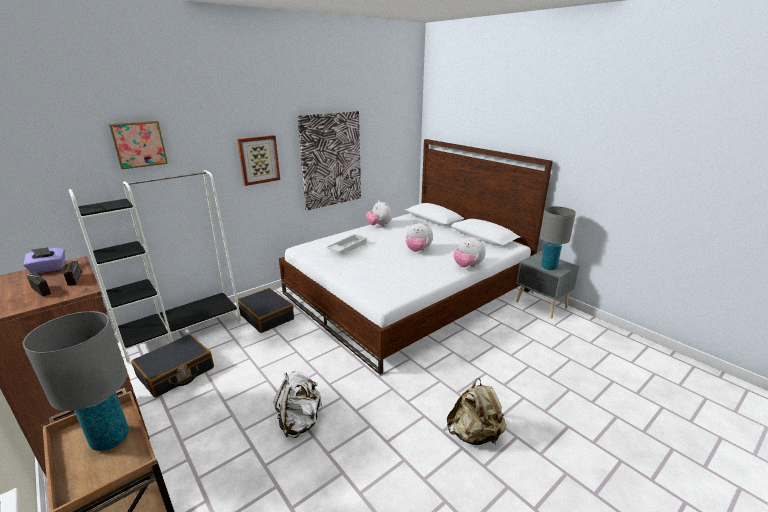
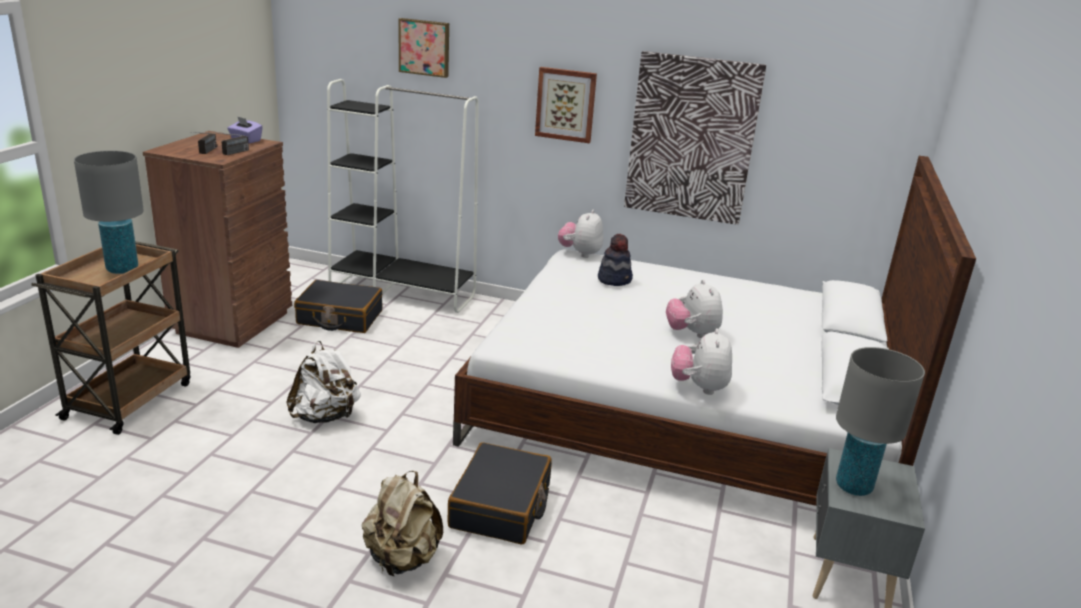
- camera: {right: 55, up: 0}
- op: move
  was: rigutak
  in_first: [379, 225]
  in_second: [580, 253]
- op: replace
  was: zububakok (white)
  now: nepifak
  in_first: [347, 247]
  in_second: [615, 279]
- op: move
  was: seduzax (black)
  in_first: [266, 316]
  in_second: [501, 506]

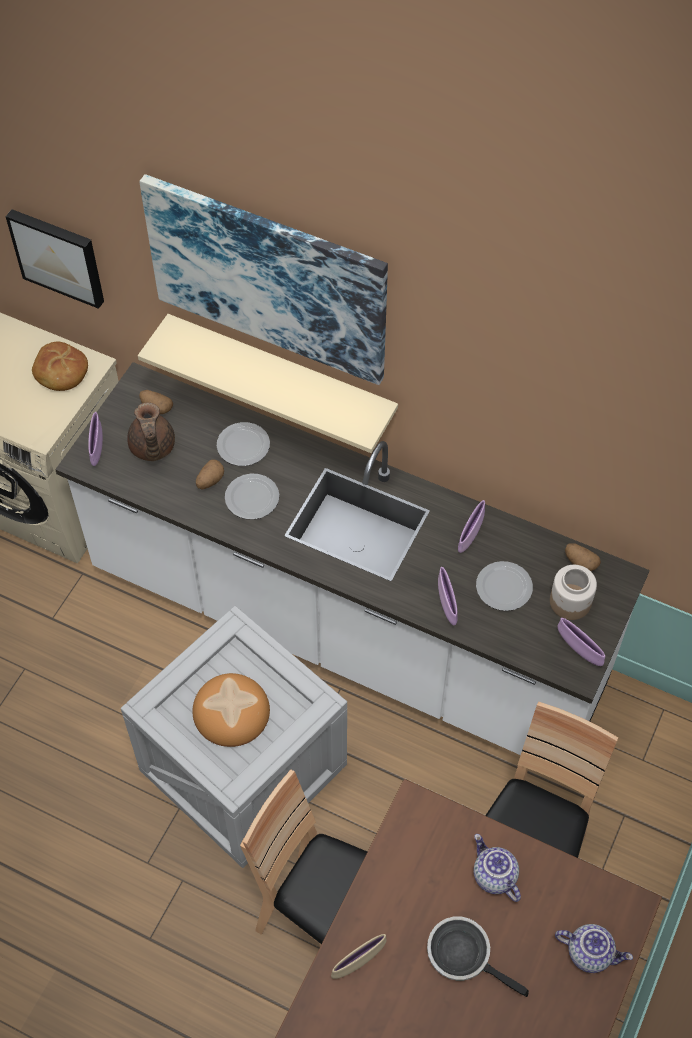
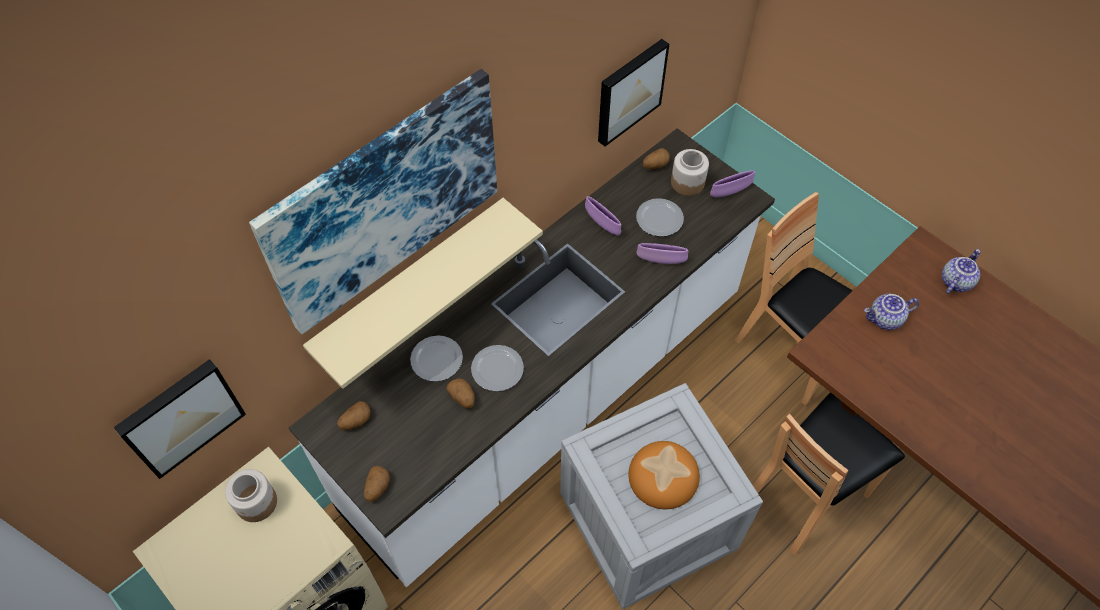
- camera: {right: -70, up: 0}
- op: replace
  was: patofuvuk
  now: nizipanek
  in_first: [61, 372]
  in_second: [256, 503]
- op: delete
  was: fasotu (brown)
  in_first: [152, 448]
- op: replace
  was: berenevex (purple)
  now: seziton
  in_first: [97, 448]
  in_second: [377, 488]
- op: delete
  was: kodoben
  in_first: [463, 954]
- op: delete
  was: berenevex (beige)
  in_first: [358, 961]
- op: insert
  now: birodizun
  in_second: [629, 91]

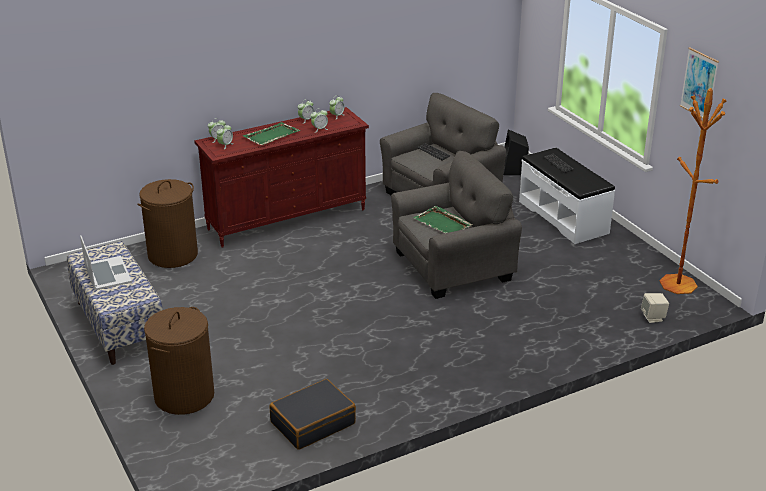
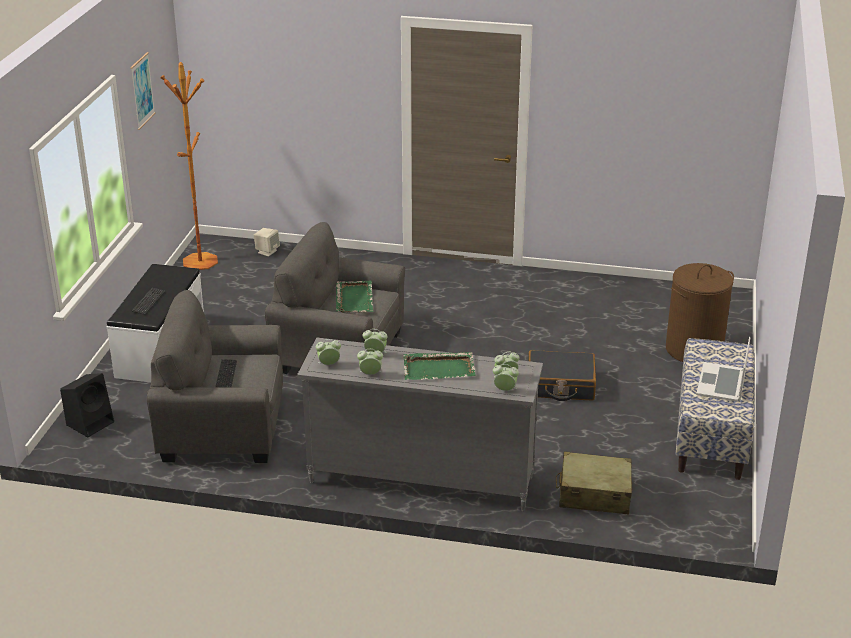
- camera: {right: -140, up: 0}
- op: recolor
  was: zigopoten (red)
  now: zigopoten (grey)
  in_first: [287, 219]
  in_second: [420, 481]
- op: replace
  was: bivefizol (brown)
  now: seduzax (beige)
  in_first: [173, 255]
  in_second: [594, 494]
- op: move
  was: seduzax (black)
  in_first: [312, 423]
  in_second: [560, 385]

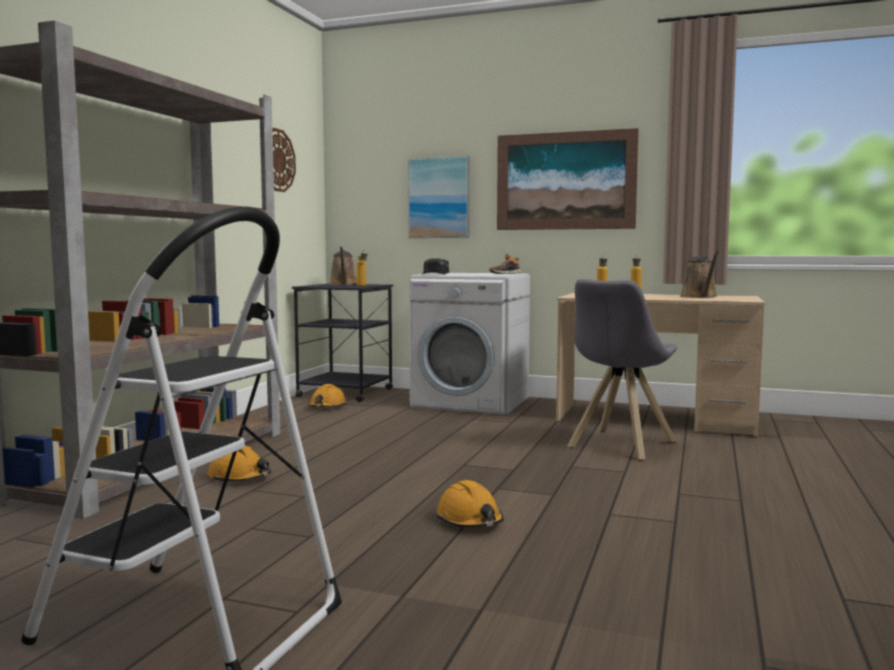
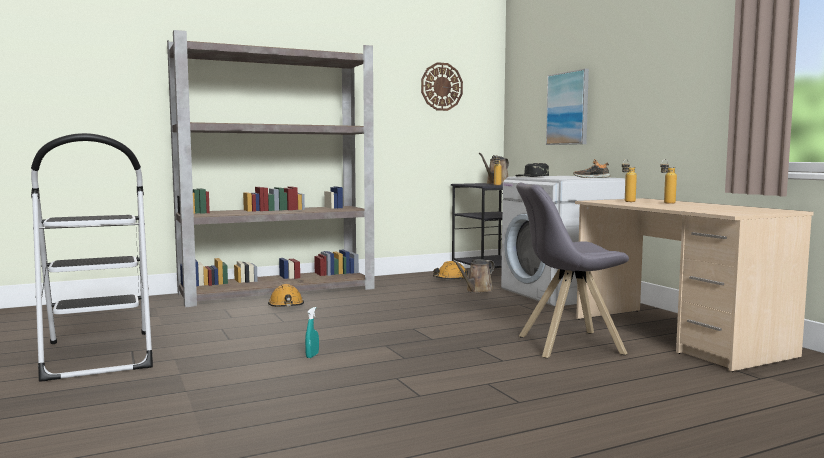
- camera: {right: 45, up: 0}
- op: delete
  was: birodizun
  in_first: [565, 181]
- op: move
  was: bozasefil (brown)
  in_first: [700, 297]
  in_second: [477, 291]
- op: replace
  was: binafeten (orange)
  now: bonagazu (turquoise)
  in_first: [470, 521]
  in_second: [312, 356]

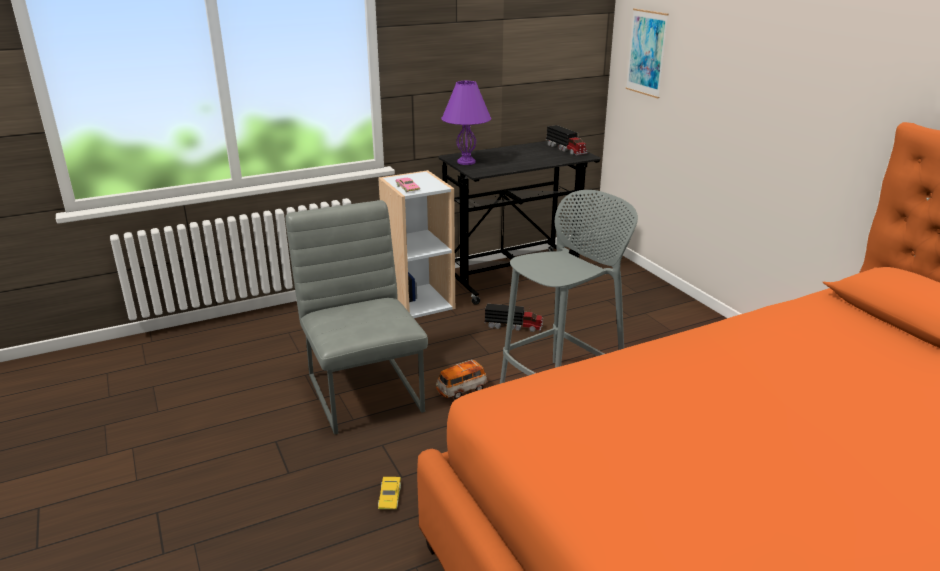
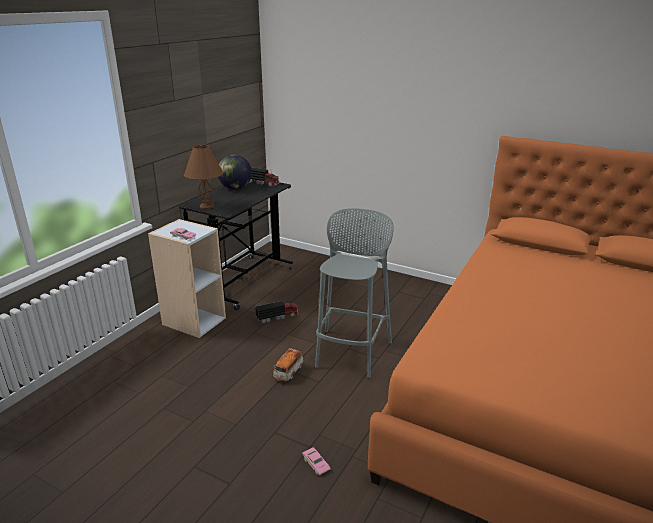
- camera: {right: -35, up: 0}
- op: delete
  was: birodizun
  in_first: [646, 53]
- op: recolor
  was: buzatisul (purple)
  now: buzatisul (brown)
  in_first: [466, 162]
  in_second: [207, 206]
- op: delete
  was: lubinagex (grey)
  in_first: [364, 390]
- op: recolor
  was: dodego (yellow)
  now: dodego (pink)
  in_first: [389, 497]
  in_second: [316, 463]
- op: insert
  now: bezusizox
  in_second: [235, 188]

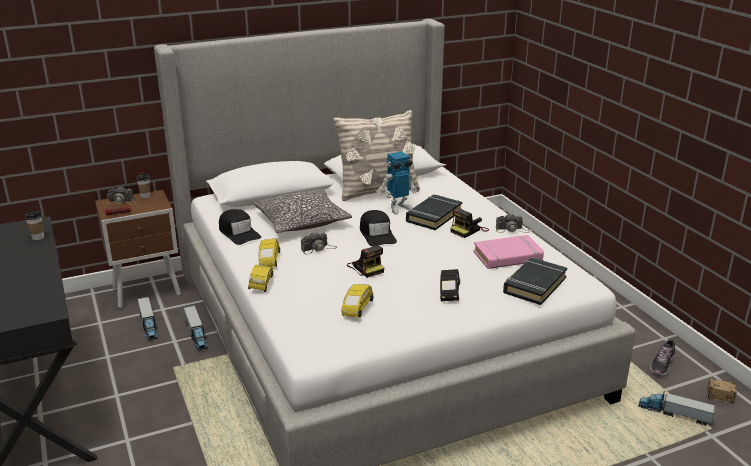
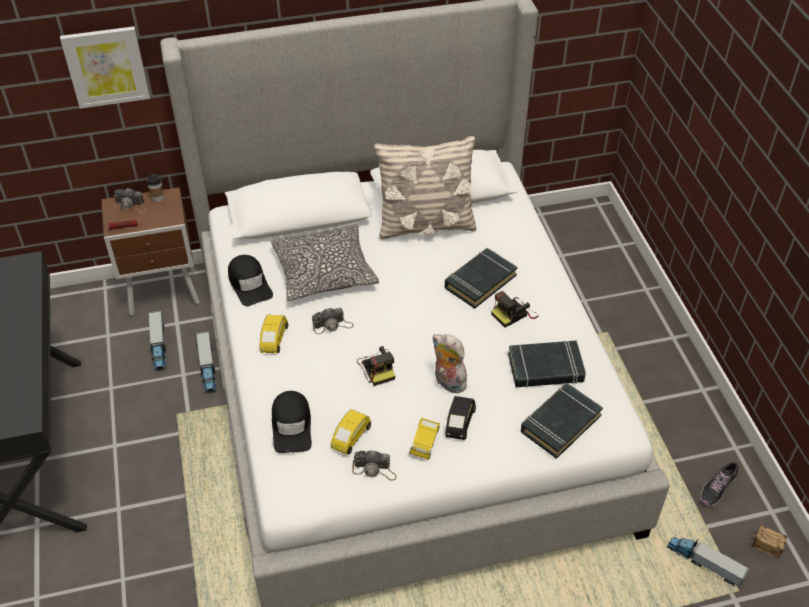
- camera: {right: 10, up: 20}
- op: delete
  was: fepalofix
  in_first: [399, 208]
- op: delete
  was: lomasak
  in_first: [38, 237]
- op: move
  was: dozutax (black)
  in_first: [377, 234]
  in_second: [292, 426]
- op: move
  was: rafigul
  in_first: [512, 230]
  in_second: [374, 470]
- op: recolor
  was: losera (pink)
  now: losera (black)
  in_first: [508, 257]
  in_second: [545, 368]
- op: move
  was: dodego (yellow)
  in_first: [262, 284]
  in_second: [425, 443]
- op: insert
  now: birodizun
  in_second: [106, 66]
- op: insert
  now: rigutak
  in_second: [447, 382]

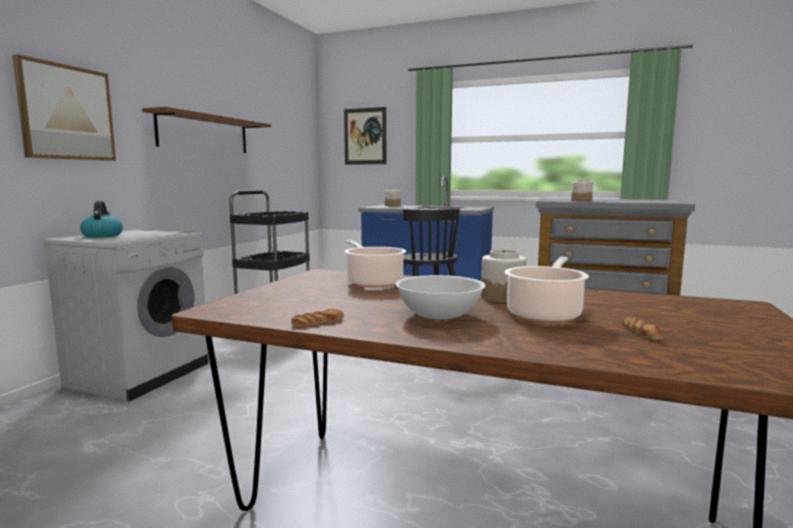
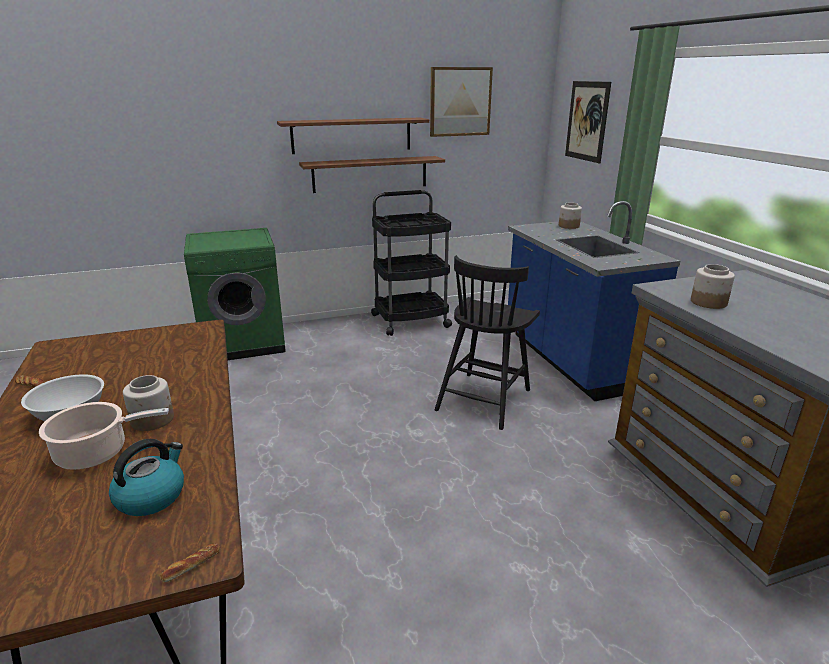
- camera: {right: 50, up: 15}
- op: move
  was: birodizun
  in_first: [66, 113]
  in_second: [460, 102]
- op: move
  was: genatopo
  in_first: [102, 235]
  in_second: [151, 496]
- op: recolor
  was: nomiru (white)
  now: nomiru (green)
  in_first: [142, 375]
  in_second: [243, 344]
- op: delete
  was: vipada
  in_first: [373, 282]
- op: move
  was: patofuvuk
  in_first: [641, 332]
  in_second: [192, 565]
- op: insert
  now: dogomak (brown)
  in_second: [370, 174]

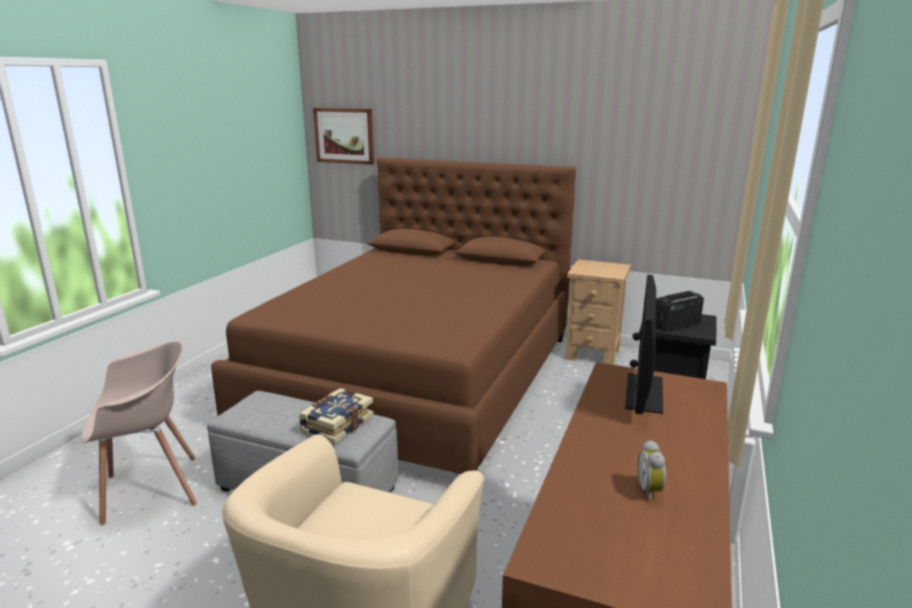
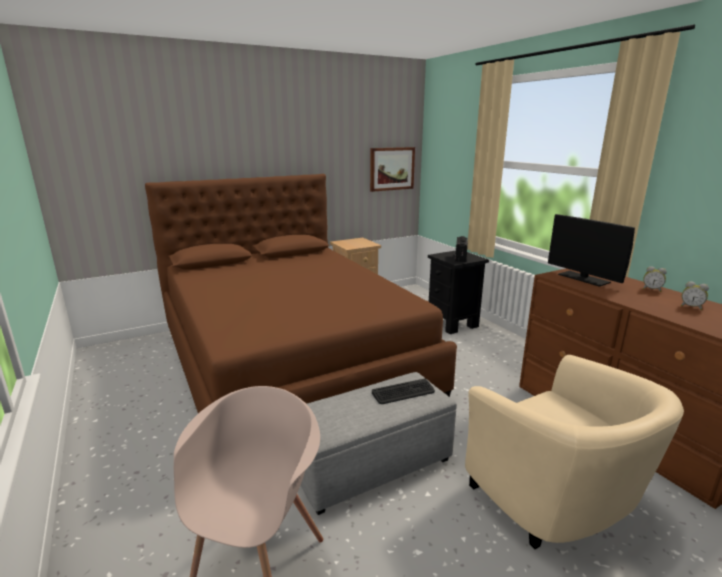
- camera: {right: -50, up: 0}
- op: move
  was: birodizun
  in_first: [344, 135]
  in_second: [392, 169]
- op: replace
  was: losera
  now: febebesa
  in_first: [336, 425]
  in_second: [403, 392]
- op: insert
  now: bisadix
  in_second: [652, 289]

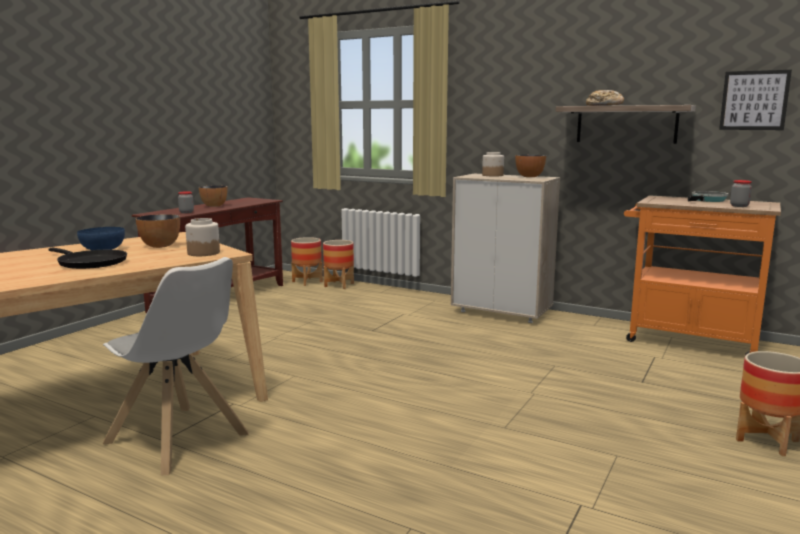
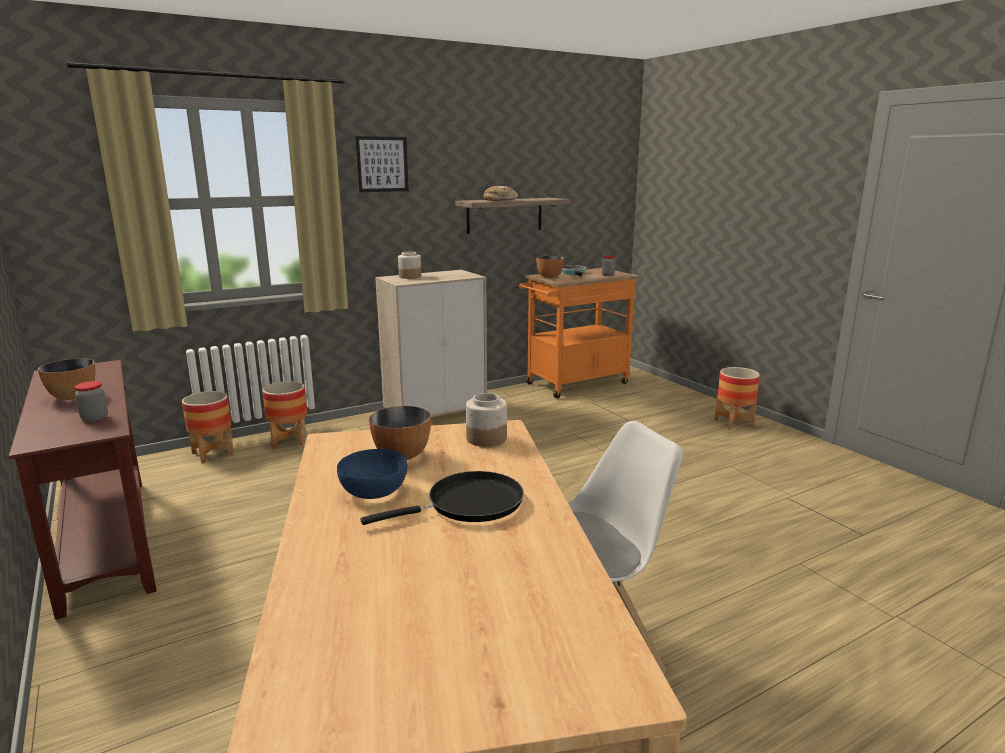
- camera: {right: -60, up: 5}
- op: move
  was: birodizun
  in_first: [754, 100]
  in_second: [382, 164]
- op: move
  was: berenevex
  in_first: [529, 176]
  in_second: [550, 277]
- op: move
  was: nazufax
  in_first: [307, 282]
  in_second: [289, 441]

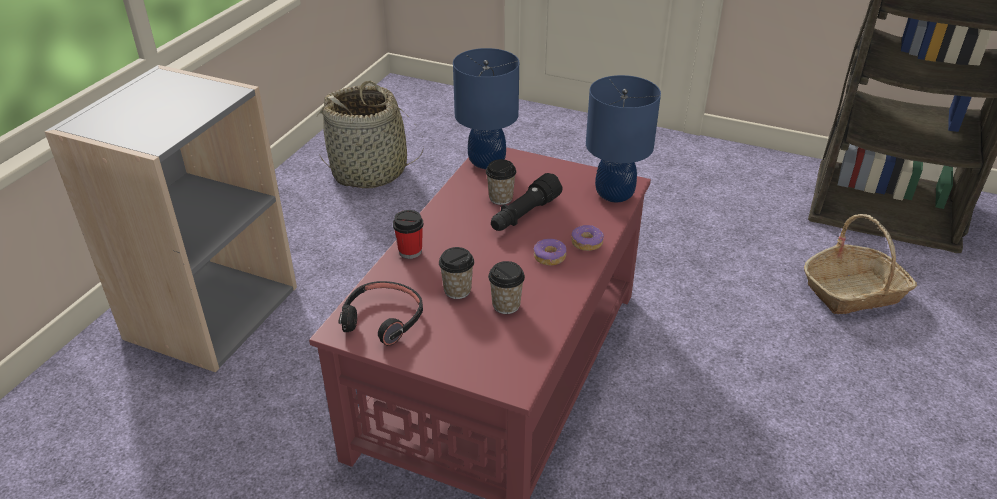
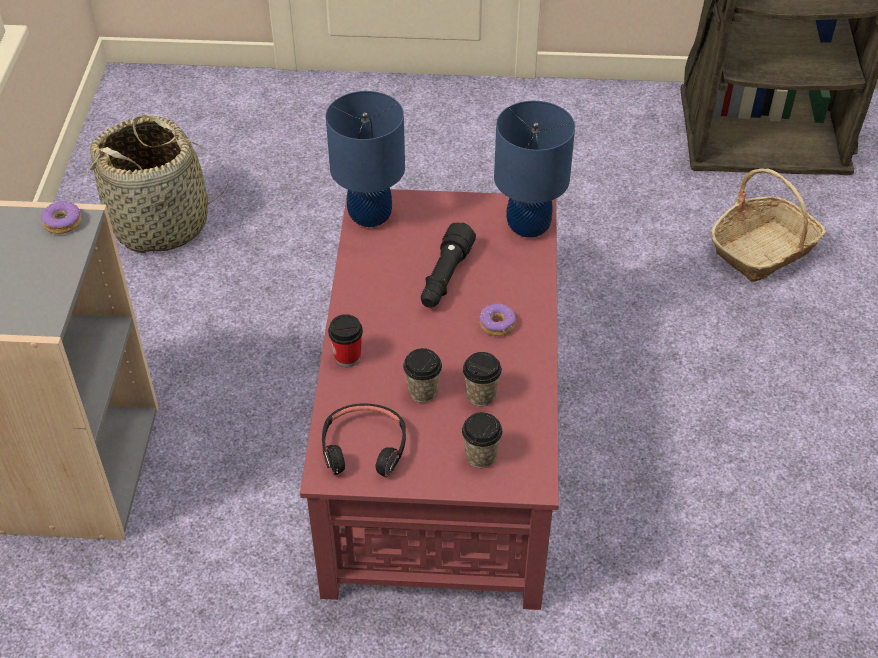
- camera: {right: -20, up: 10}
- op: move
  was: lomasak
  in_first: [501, 198]
  in_second: [481, 456]
- op: move
  was: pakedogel
  in_first: [586, 242]
  in_second: [62, 222]

